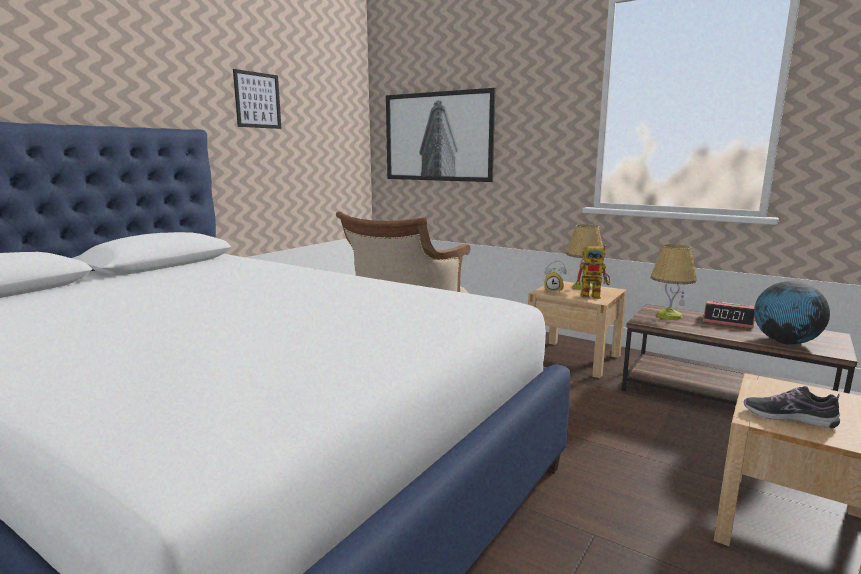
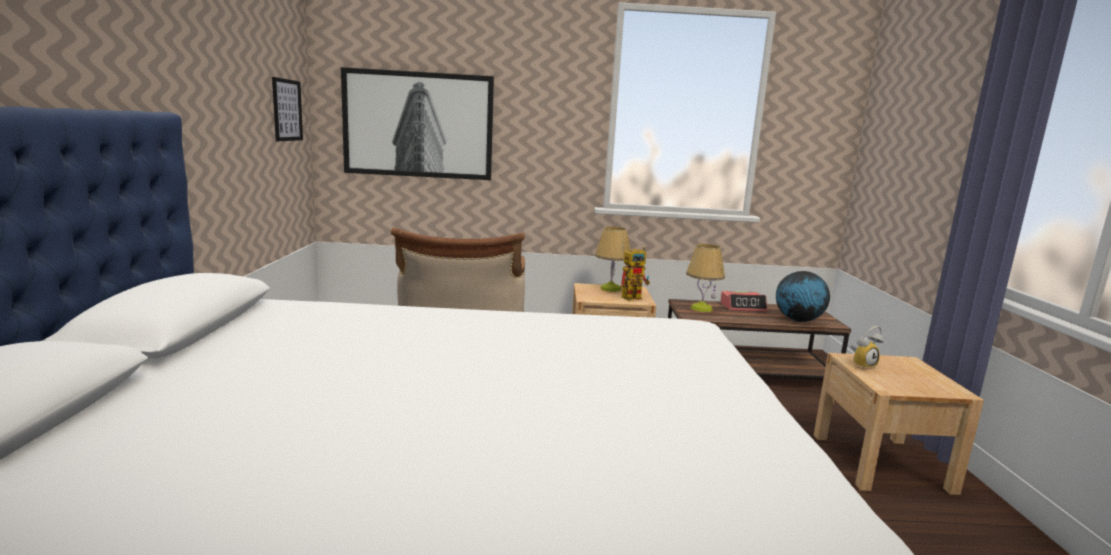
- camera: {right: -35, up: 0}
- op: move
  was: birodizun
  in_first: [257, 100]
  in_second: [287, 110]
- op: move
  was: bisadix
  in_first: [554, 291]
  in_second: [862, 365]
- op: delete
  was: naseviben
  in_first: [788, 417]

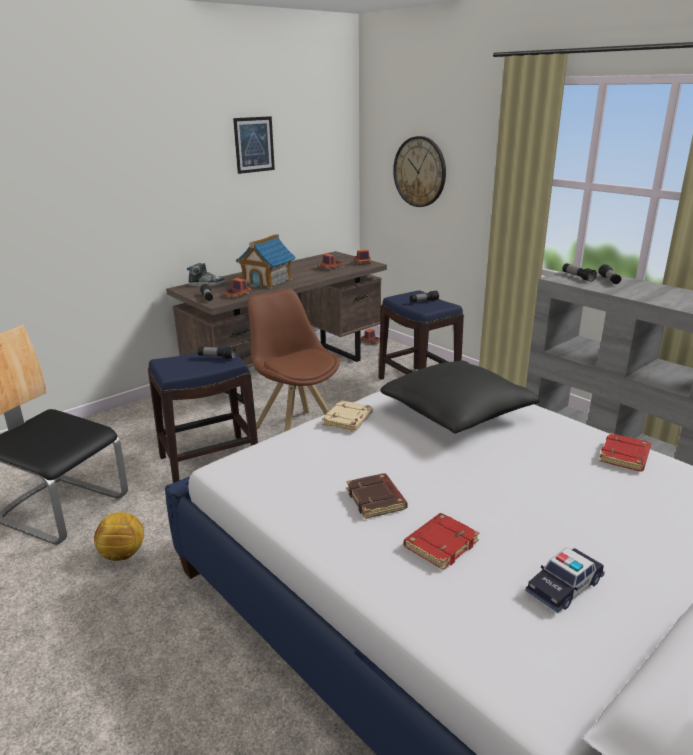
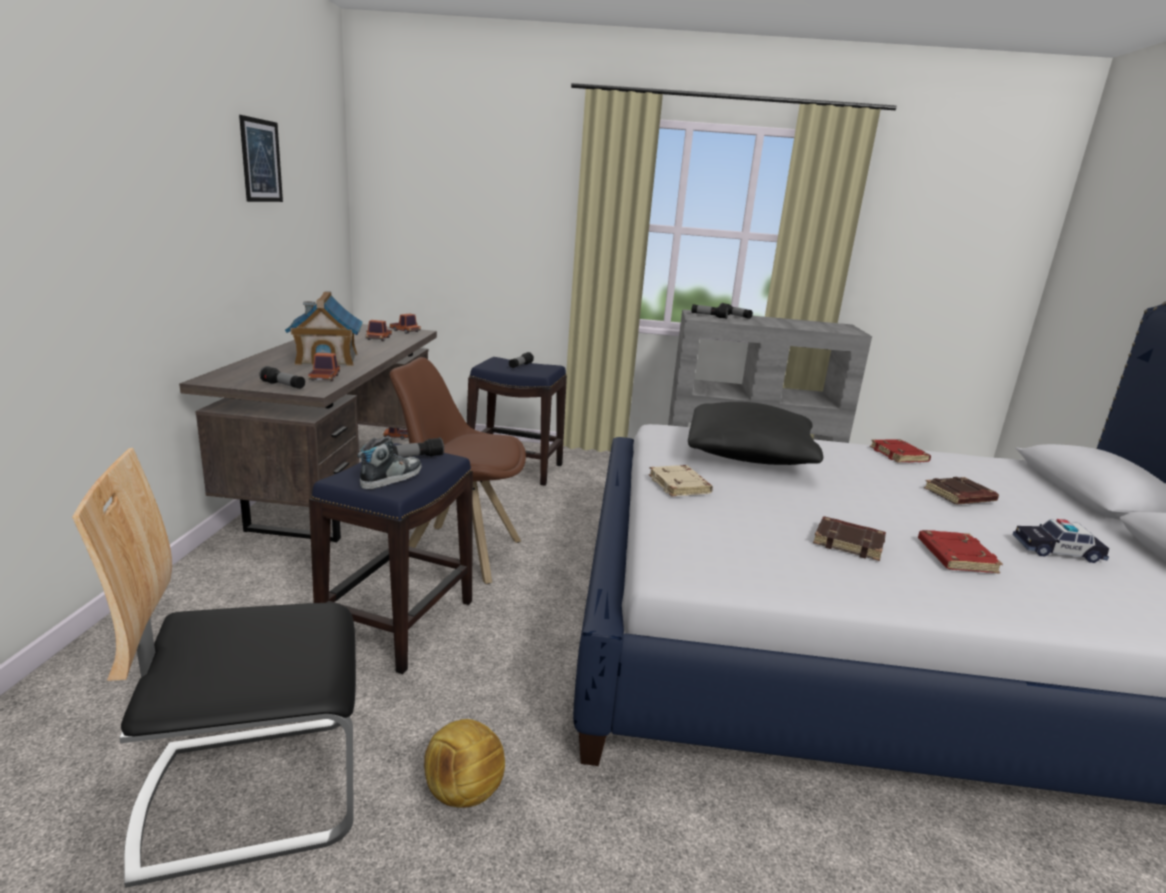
- camera: {right: -45, up: -5}
- op: delete
  was: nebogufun
  in_first: [420, 172]
- op: move
  was: naseviben
  in_first: [207, 284]
  in_second: [391, 478]
- op: rotate
  was: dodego
  in_first: [564, 586]
  in_second: [1057, 551]
  clockwise: 90
- op: insert
  now: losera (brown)
  in_second: [959, 496]

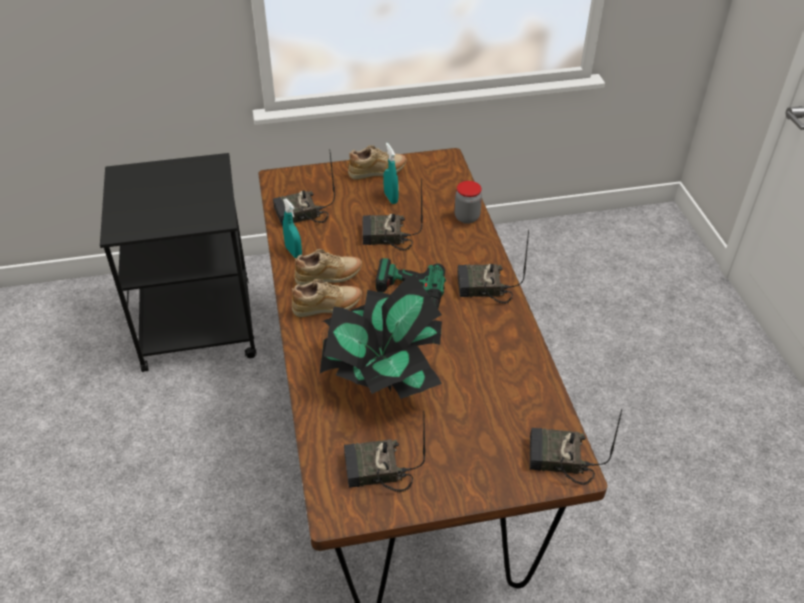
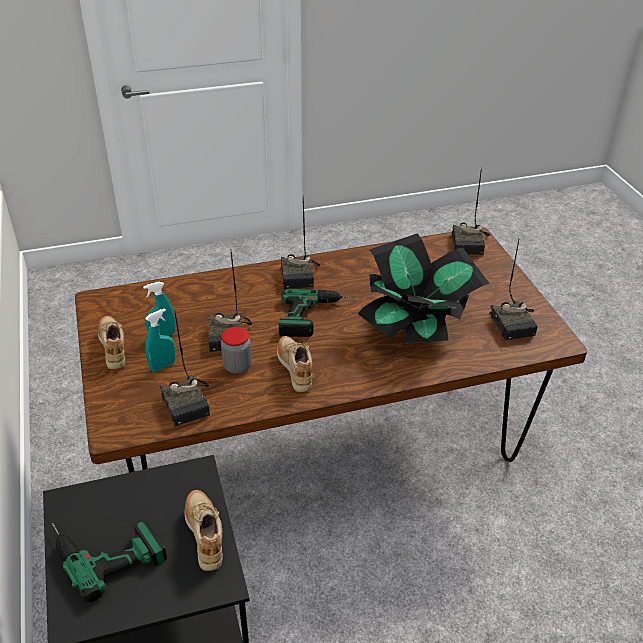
- camera: {right: -95, up: -5}
- op: move
  was: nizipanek
  in_first: [467, 217]
  in_second: [237, 366]
- op: move
  was: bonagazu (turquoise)
  in_first: [293, 252]
  in_second: [163, 366]
- op: move
  was: naseviben (beige)
  in_first: [327, 308]
  in_second: [205, 535]
- op: insert
  now: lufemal
  in_second: [105, 548]

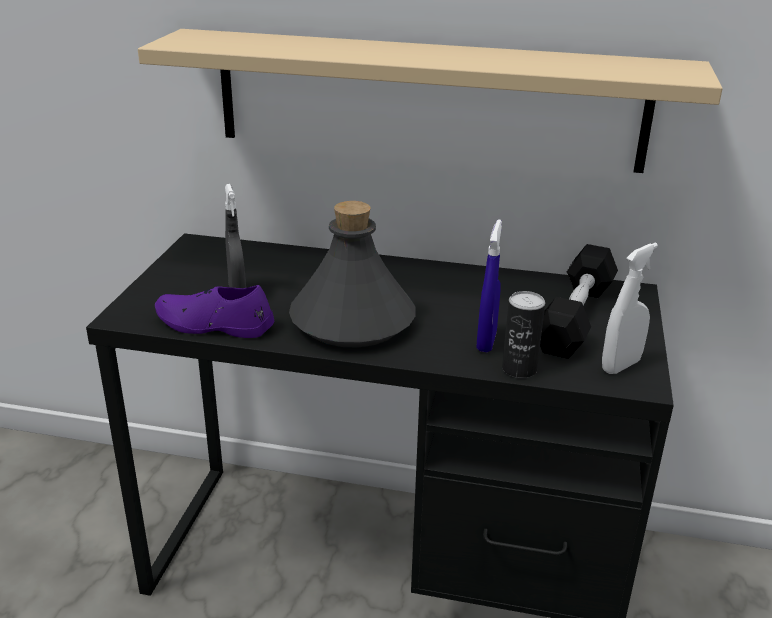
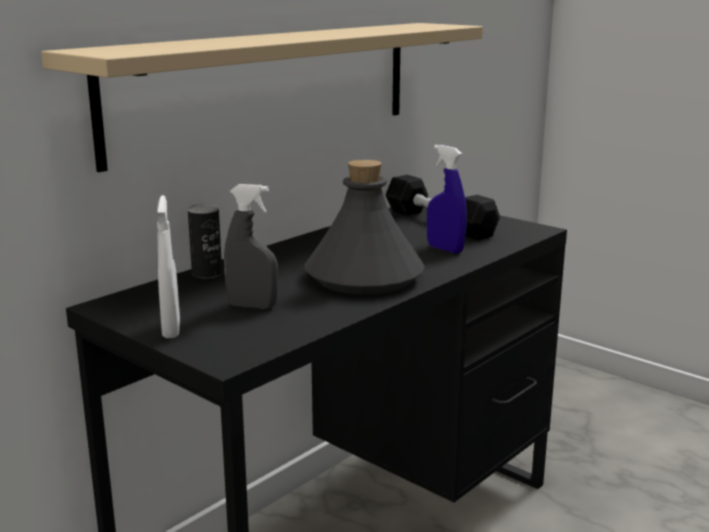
- camera: {right: -60, up: -10}
- op: move
  was: bonagazu (white)
  in_first: [620, 365]
  in_second: [171, 329]
- op: delete
  was: naseviben (purple)
  in_first: [214, 324]
- op: move
  was: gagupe
  in_first: [519, 369]
  in_second: [207, 274]

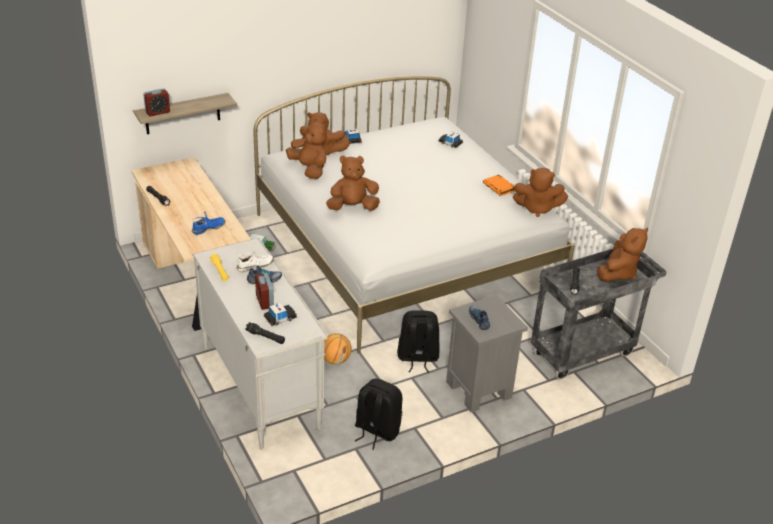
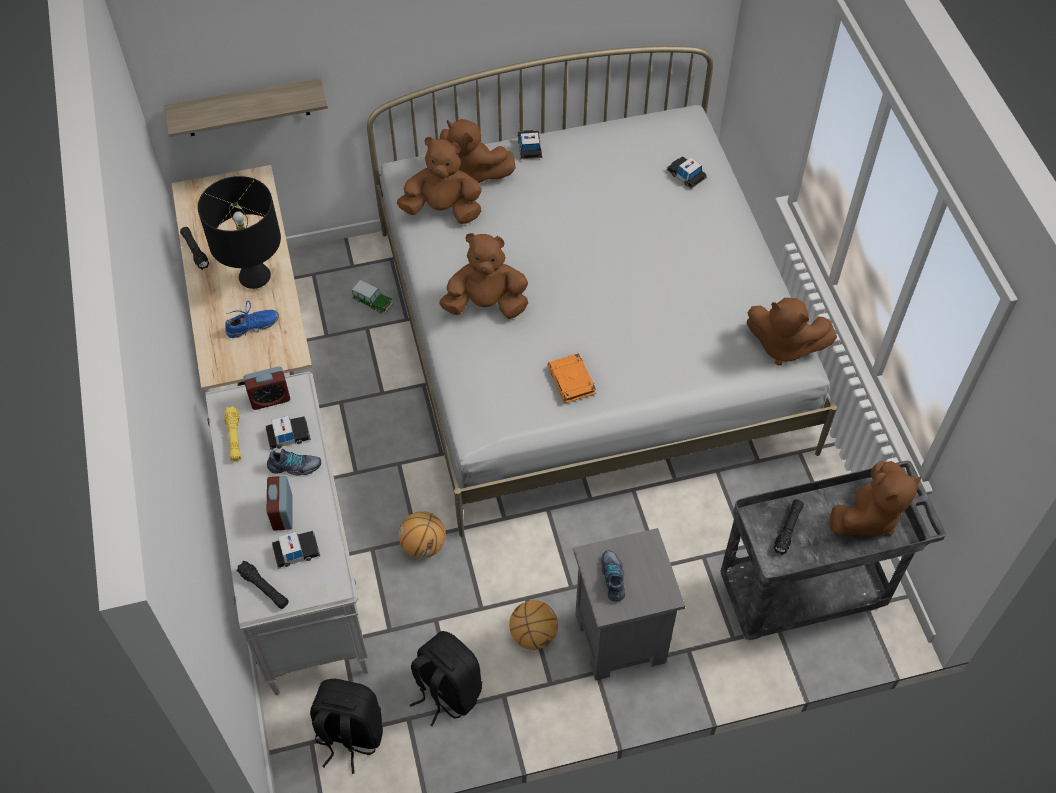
- camera: {right: 15, up: 20}
- op: move
  was: bisadix
  in_first: [157, 112]
  in_second: [270, 399]
- op: rotate
  was: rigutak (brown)
  in_first: [309, 169]
  in_second: [443, 209]
  clockwise: -60
- op: move
  was: losera (orange)
  in_first: [499, 187]
  in_second: [572, 381]
- op: replace
  was: naseviben (white)
  now: dodego
  in_first: [255, 266]
  in_second: [288, 435]
- op: move
  was: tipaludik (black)
  in_first: [417, 358]
  in_second: [349, 735]
- op: insert
  now: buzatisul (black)
  in_second: [255, 278]
- op: insert
  now: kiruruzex
  in_second: [533, 635]

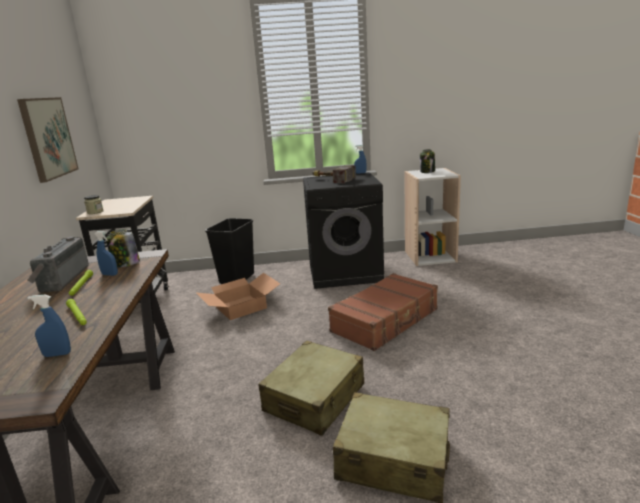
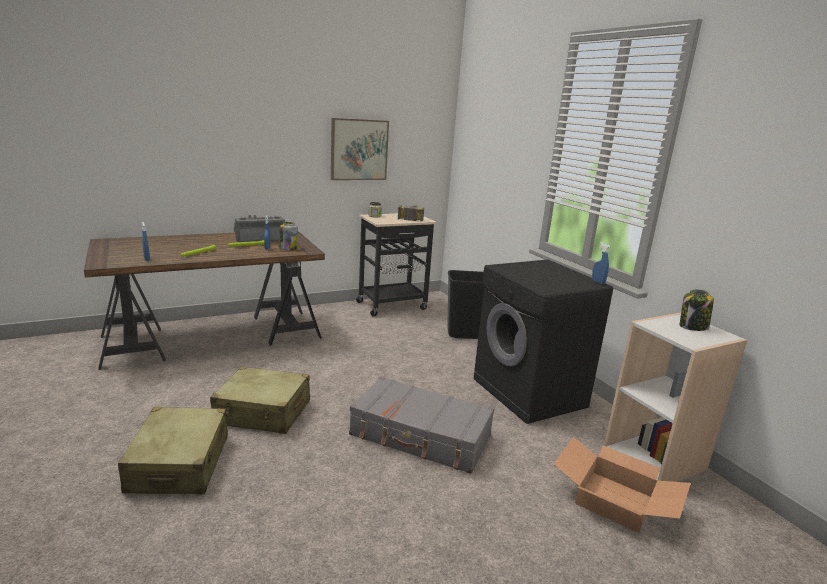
- camera: {right: 65, up: 0}
- op: move
  was: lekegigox
  in_first: [331, 180]
  in_second: [412, 216]
- op: move
  was: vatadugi
  in_first: [241, 307]
  in_second: [615, 500]
- op: recolor
  was: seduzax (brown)
  now: seduzax (grey)
  in_first: [386, 321]
  in_second: [420, 436]

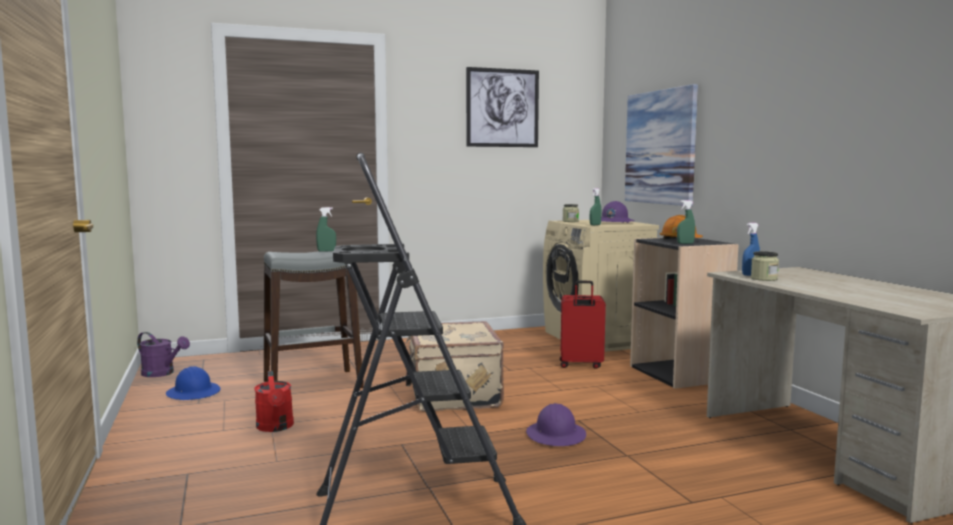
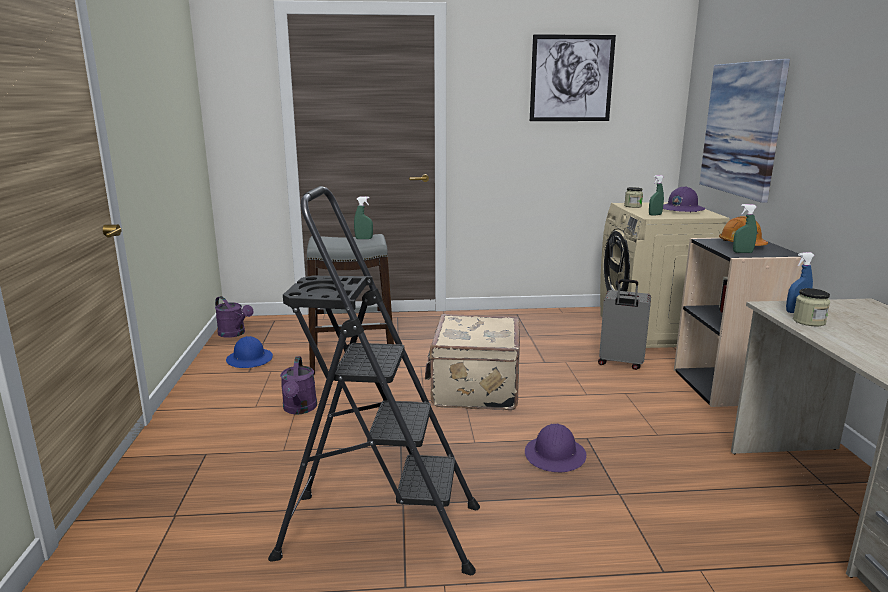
- camera: {right: 15, up: 10}
- op: recolor
  was: seduzax (red)
  now: seduzax (grey)
  in_first: [580, 365]
  in_second: [620, 363]
- op: recolor
  was: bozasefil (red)
  now: bozasefil (purple)
  in_first: [276, 427]
  in_second: [299, 409]

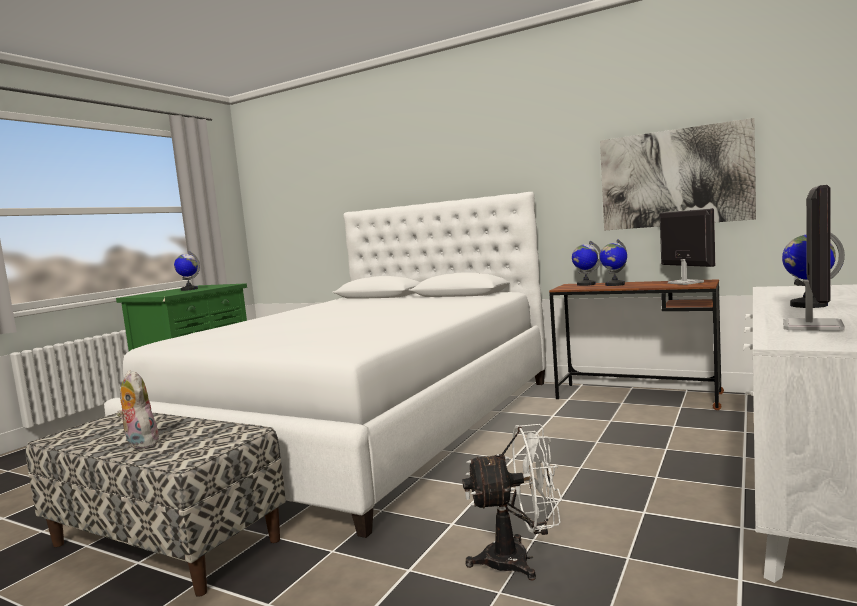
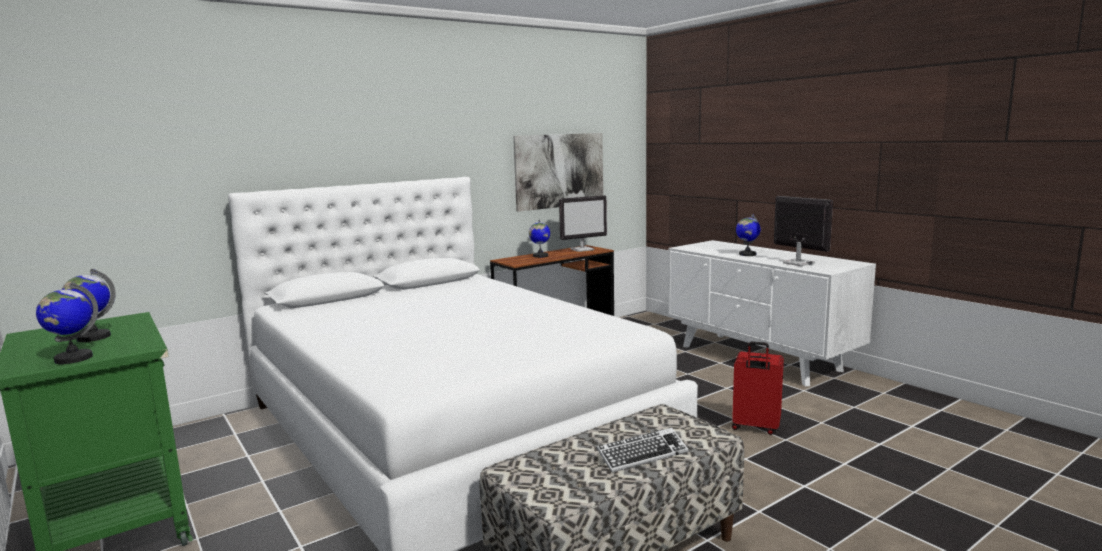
- camera: {right: -65, up: 5}
- op: rotate
  was: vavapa
  in_first: [685, 283]
  in_second: [582, 249]
  clockwise: 150
- op: move
  was: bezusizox
  in_first: [586, 284]
  in_second: [73, 358]
- op: replace
  was: rigutak
  now: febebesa
  in_first: [140, 443]
  in_second: [642, 455]
- op: replace
  was: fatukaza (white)
  now: seduzax (red)
  in_first: [519, 560]
  in_second: [755, 427]

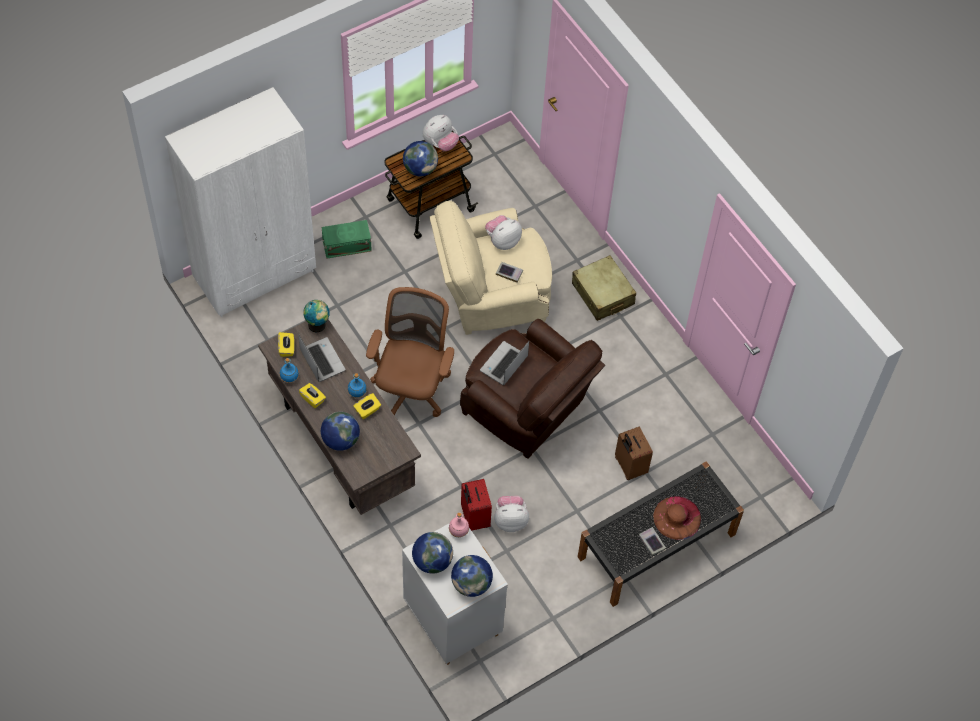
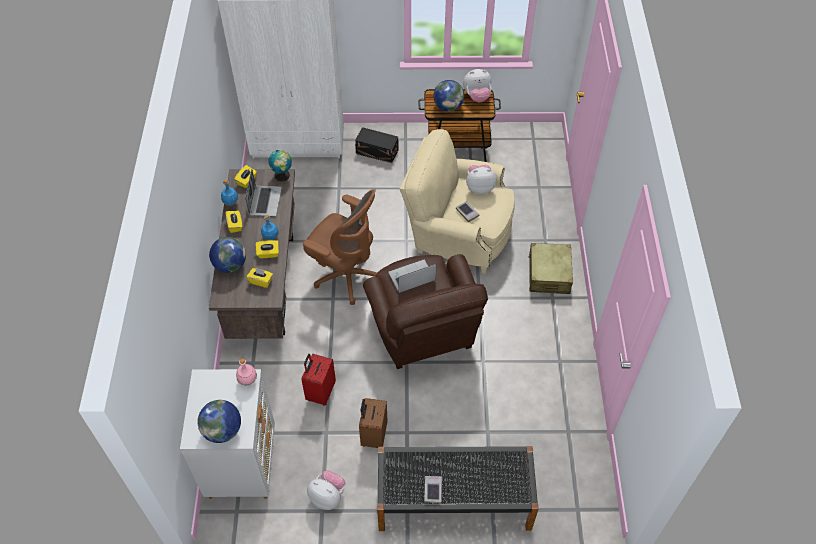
- camera: {right: 35, up: -5}
- op: recolor
  was: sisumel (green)
  now: sisumel (black)
  in_first: [346, 245]
  in_second: [376, 151]
- op: rotate
  was: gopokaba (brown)
  in_first: [411, 393]
  in_second: [344, 274]
  clockwise: 75
- op: move
  was: seduzax (brown)
  in_first: [629, 466]
  in_second: [373, 435]
- op: move
  was: rigutak
  in_first: [510, 520]
  in_second: [328, 496]
- op: delete
  was: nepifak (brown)
  in_first: [677, 518]
- op: delete
  was: bezusizox
  in_first: [432, 561]
- op: insert
  now: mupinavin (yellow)
  in_second: [261, 281]

